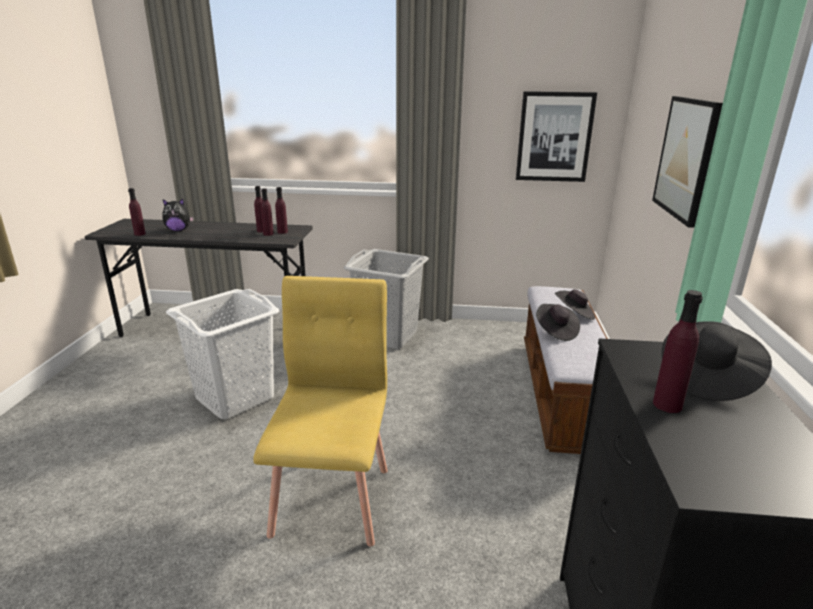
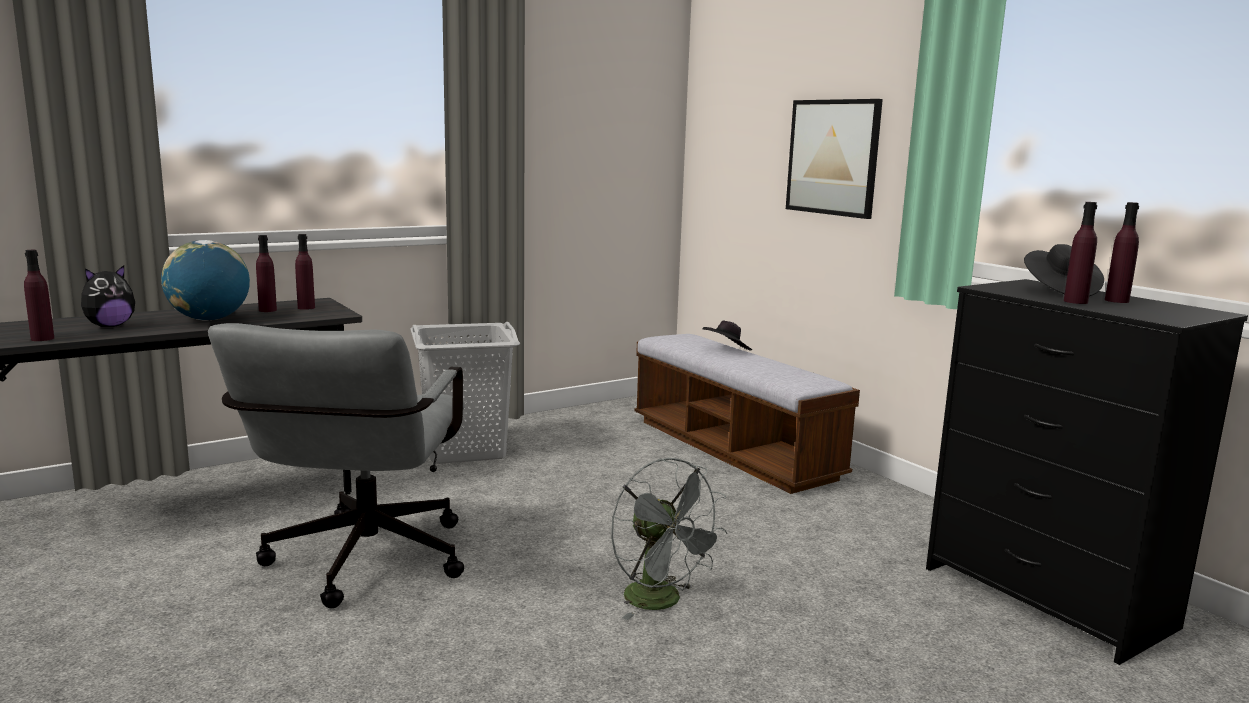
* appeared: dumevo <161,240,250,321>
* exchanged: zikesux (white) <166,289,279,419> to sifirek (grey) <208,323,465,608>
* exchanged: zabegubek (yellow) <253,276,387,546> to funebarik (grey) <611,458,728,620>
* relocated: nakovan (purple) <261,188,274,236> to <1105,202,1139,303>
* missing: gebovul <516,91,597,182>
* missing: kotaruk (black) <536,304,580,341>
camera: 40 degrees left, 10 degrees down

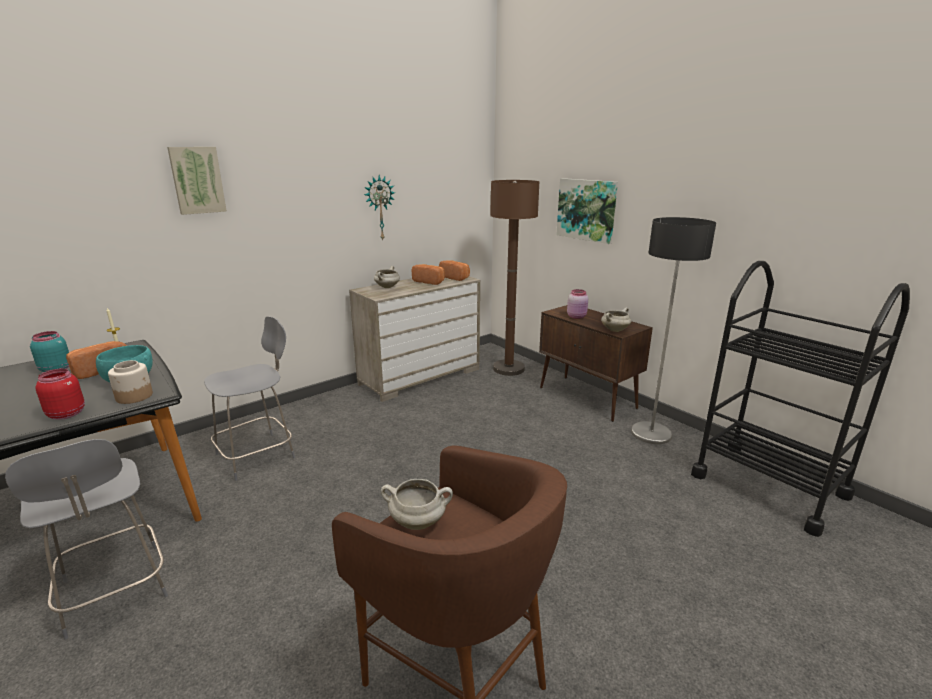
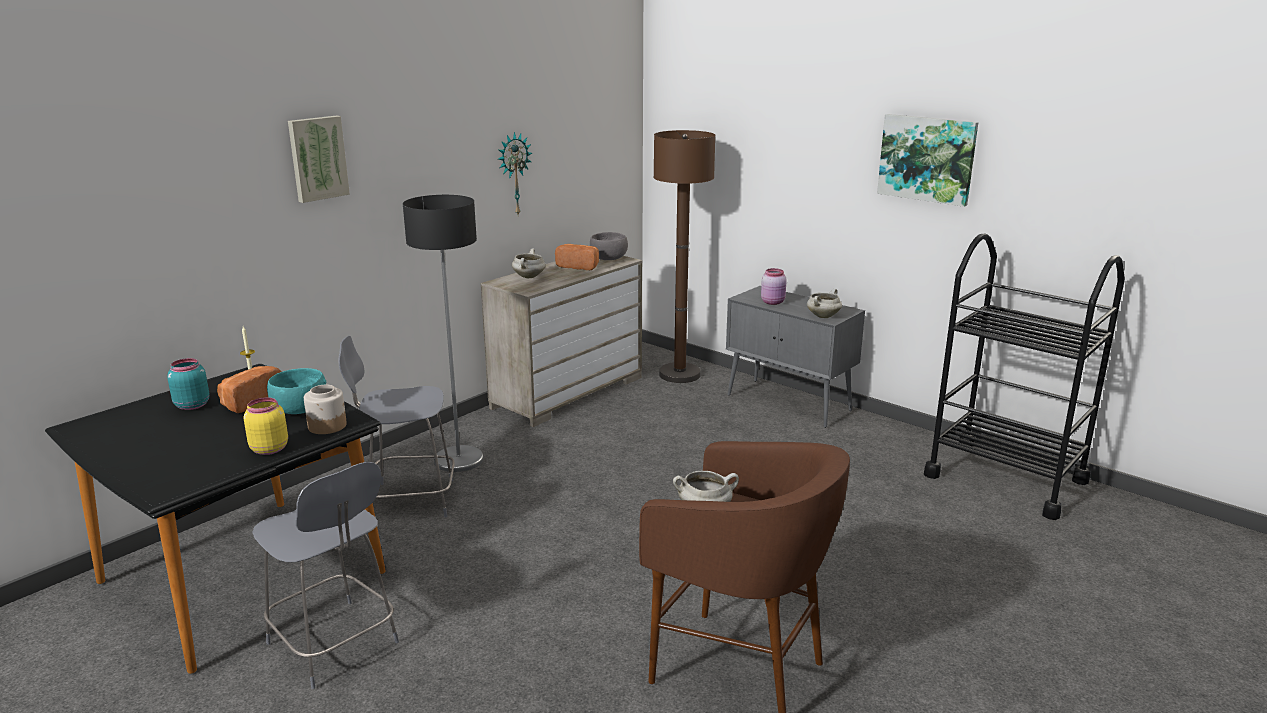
* colour: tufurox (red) <35,369,85,420> to tufurox (yellow) <244,397,288,455>
* spun: zabegubek (grey) <204,316,295,481> = <338,336,455,518> 135 degrees counterclockwise
* relocated: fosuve <631,217,716,444> to <403,195,484,472>
* exchanged: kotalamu <439,261,470,281> to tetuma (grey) <590,232,628,260>
* colour: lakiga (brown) <539,305,653,422> to lakiga (grey) <726,286,865,428>
* relocated: gebovul <556,178,618,244> to <877,114,978,207>
camera: 10 degrees left, 0 degrees up

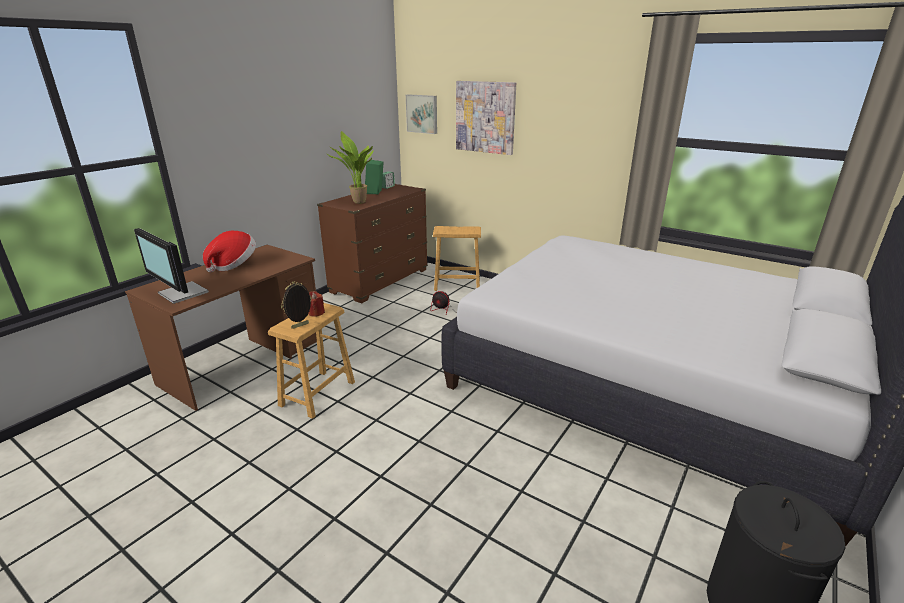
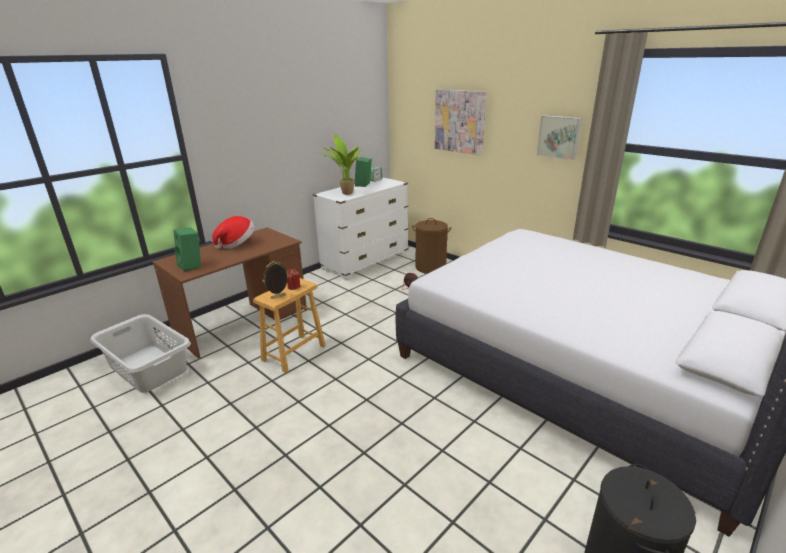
* appeared: zikesux (grey) <91,314,191,393>
* exchanged: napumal <134,228,209,304> to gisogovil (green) <173,228,201,272>
* colour: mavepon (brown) <317,184,428,303> to mavepon (white) <313,177,408,279>
* exchanged: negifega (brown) <433,226,481,291> to zikesux (brown) <412,218,452,274>
* relocated: gebovul <406,94,437,134> to <537,115,582,160>
camera: 10 degrees right, 0 degrees up

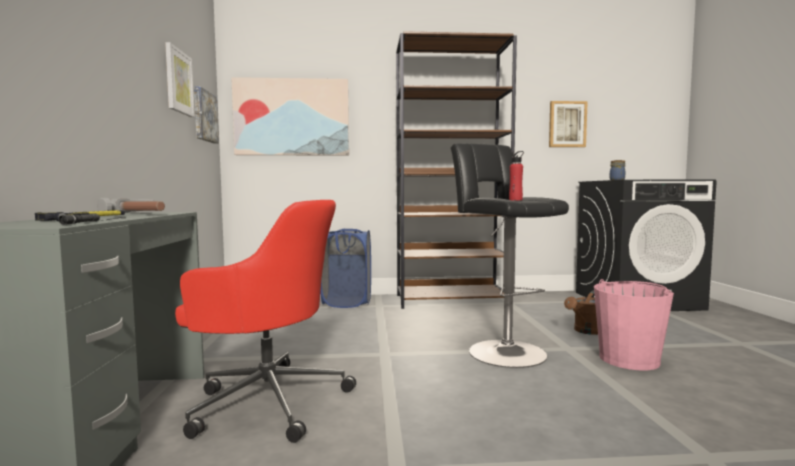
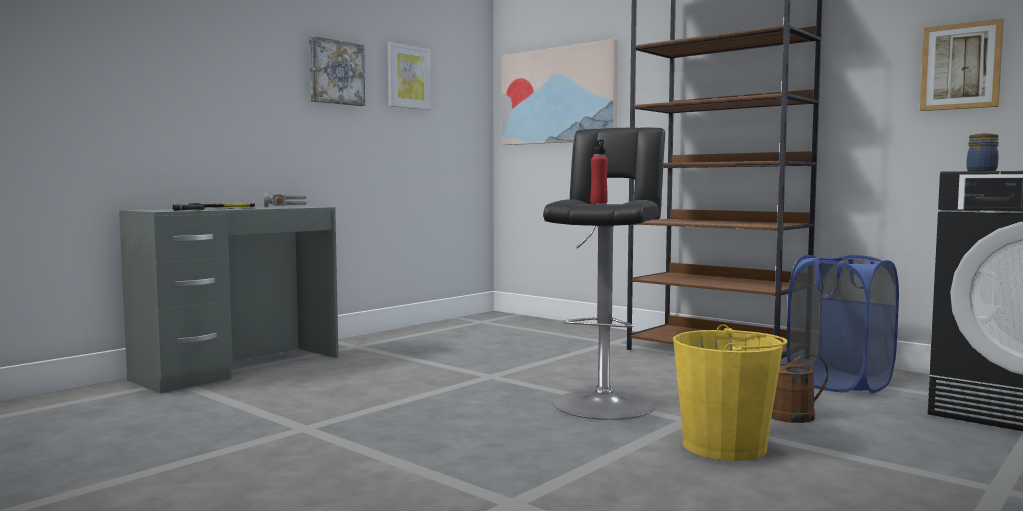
* relocated: gebovul <194,86,219,144> to <309,36,365,106>
* colour: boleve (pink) <594,279,674,370> to boleve (yellow) <673,324,787,461>
* relocated: zikesux (blue) <320,229,371,308> to <786,255,899,393>
* missing: sifirek (red) <175,200,356,443>
camera: 45 degrees right, 0 degrees up

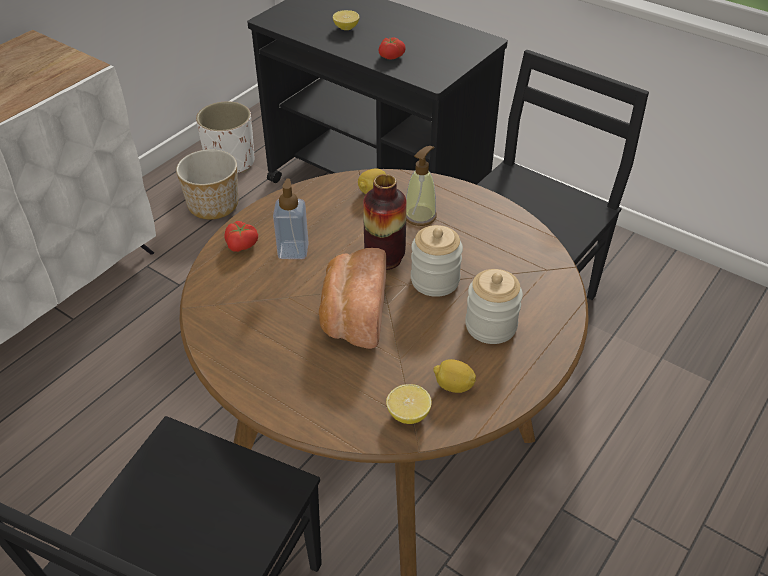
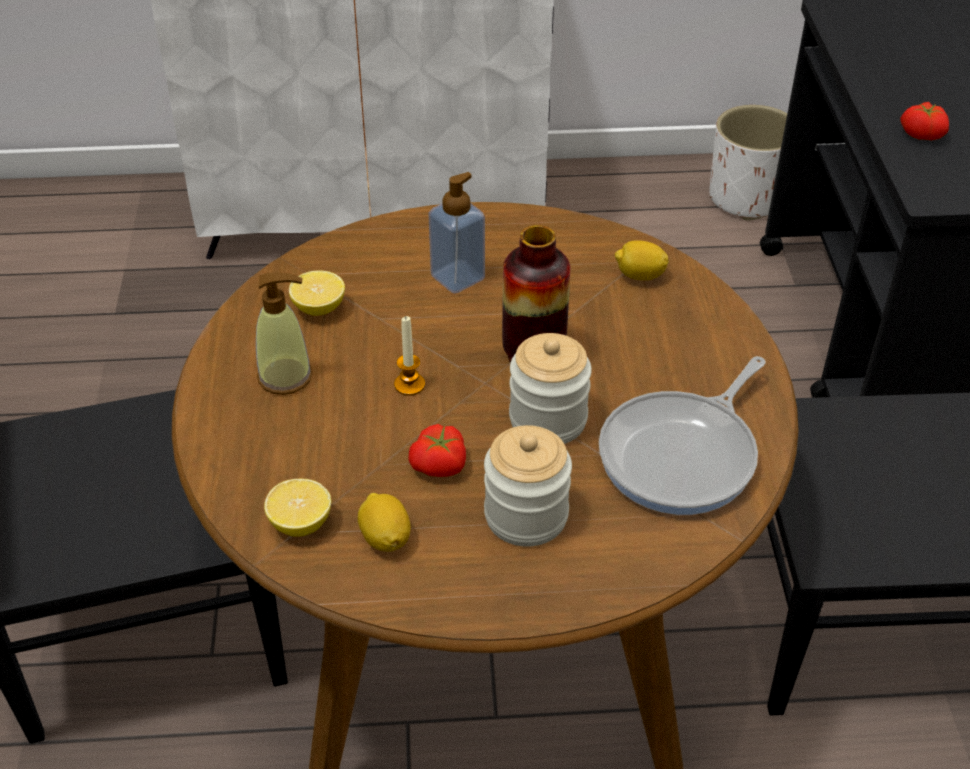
* relocated: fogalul <406,146,437,226> to <256,272,313,395>
* relocated: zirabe <333,10,359,30> to <289,270,345,316>
* exchanged: kotalamu <319,248,386,349> to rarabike <394,316,425,396>
* relocated: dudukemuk <224,221,258,252> to <408,424,466,477>
* appeared: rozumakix <599,356,765,515>
* missing: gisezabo <176,149,238,220>
camera: 50 degrees right, 0 degrees up

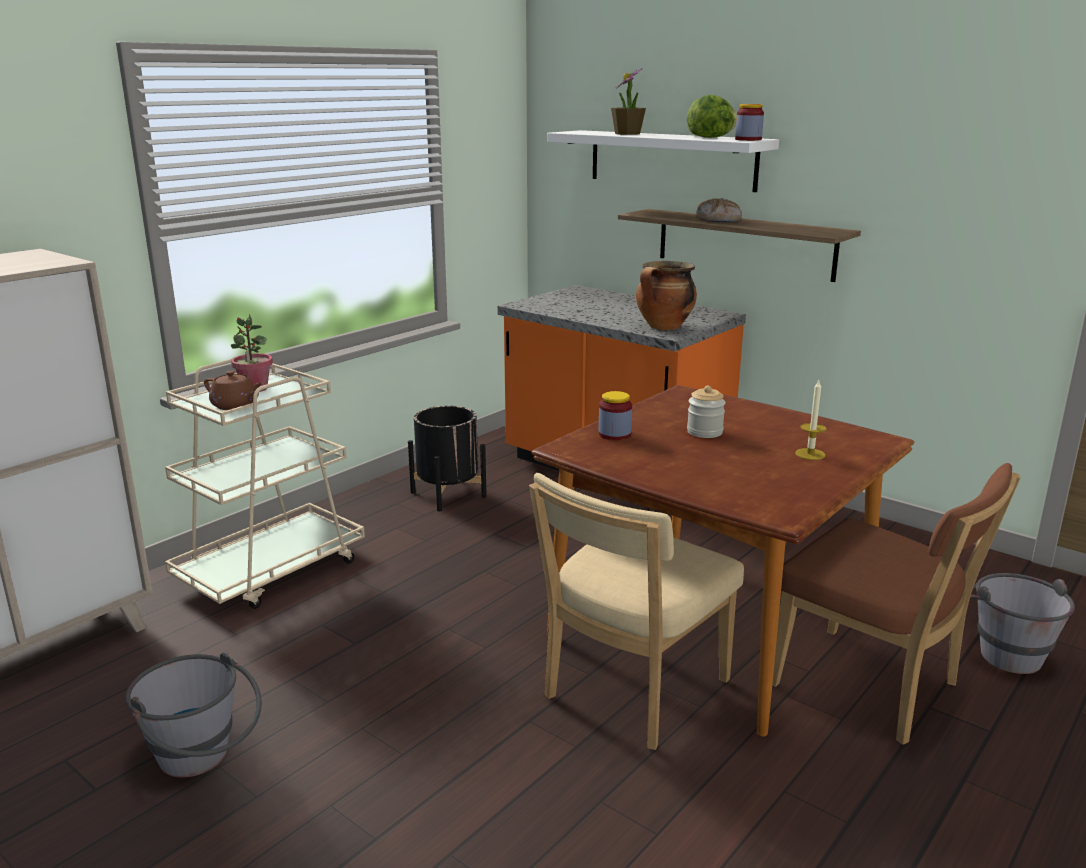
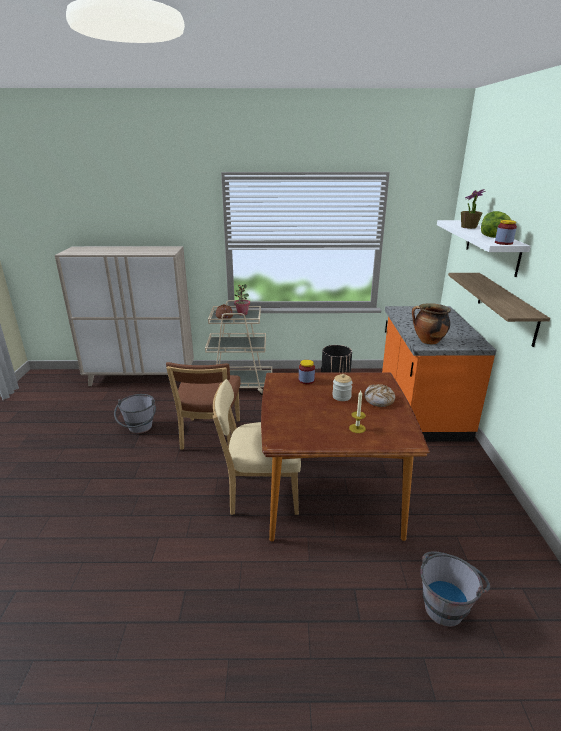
* relocated: zabegubek (brown) <772,463,1020,745> to <166,362,241,450>
* relocated: kotalamu <696,198,742,222> to <364,384,395,407>
camera: 50 degrees right, 5 degrees up

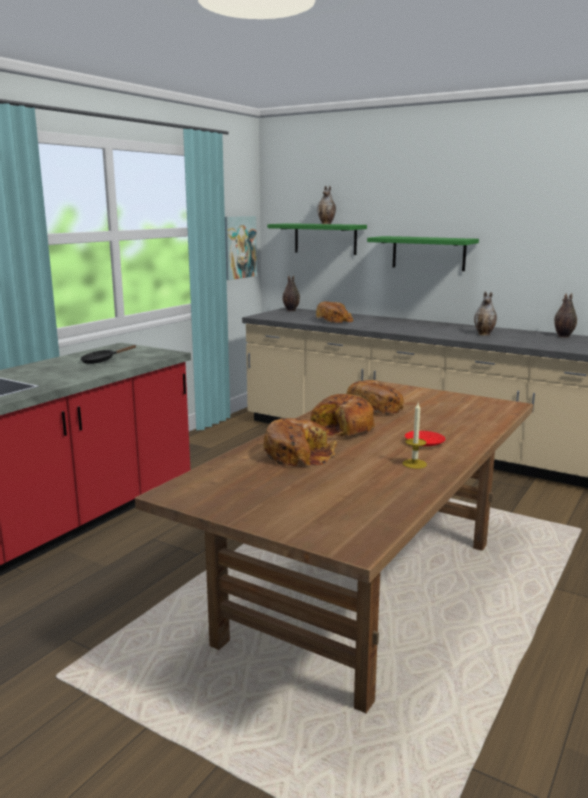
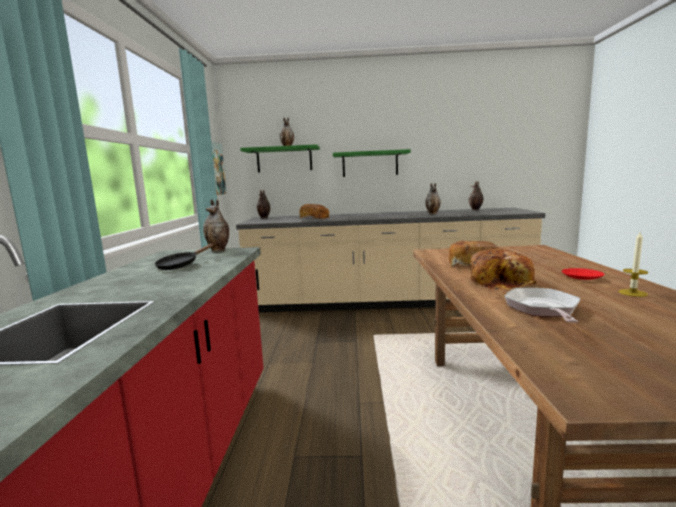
* appeared: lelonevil <203,199,229,251>
* exchanged: kotalamu <263,418,337,466> to rozumakix <504,288,580,323>
camera: 30 degrees left, 5 degrees down

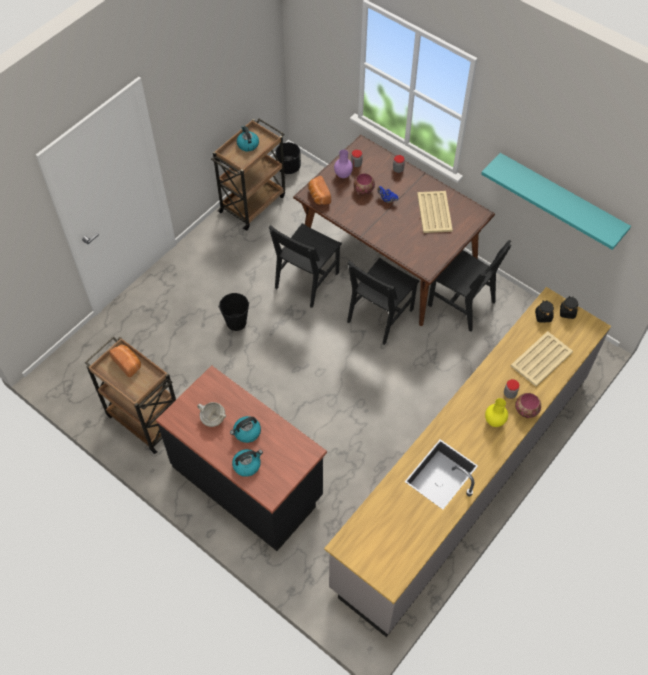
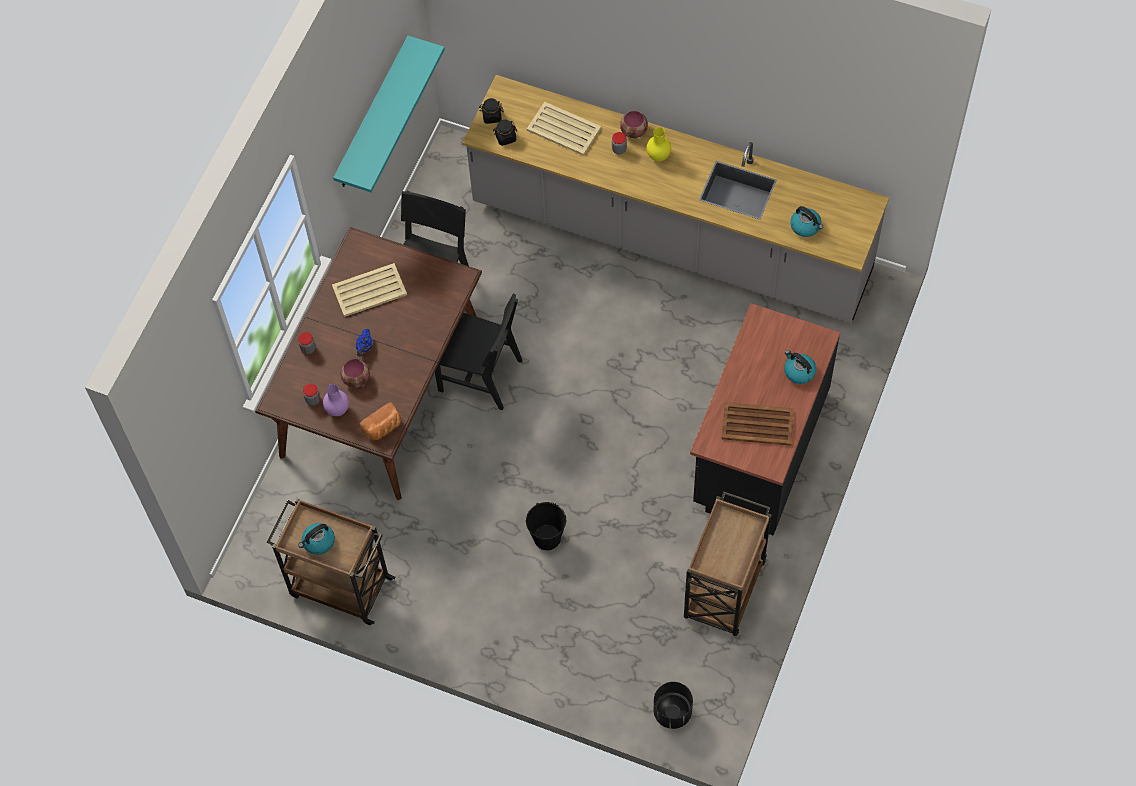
* relocated: gisezabo (black) <276,142,301,174> to <654,682,693,729>
* exchanged: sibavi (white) <197,402,226,427> to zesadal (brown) <722,402,794,446>
* relocated: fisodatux <230,416,261,443> to <790,206,823,237>
* missing: kotalamu <109,345,141,377>
* missing: zabegubek (black) <269,223,342,308>
camera: 105 degrees left, 5 degrees up

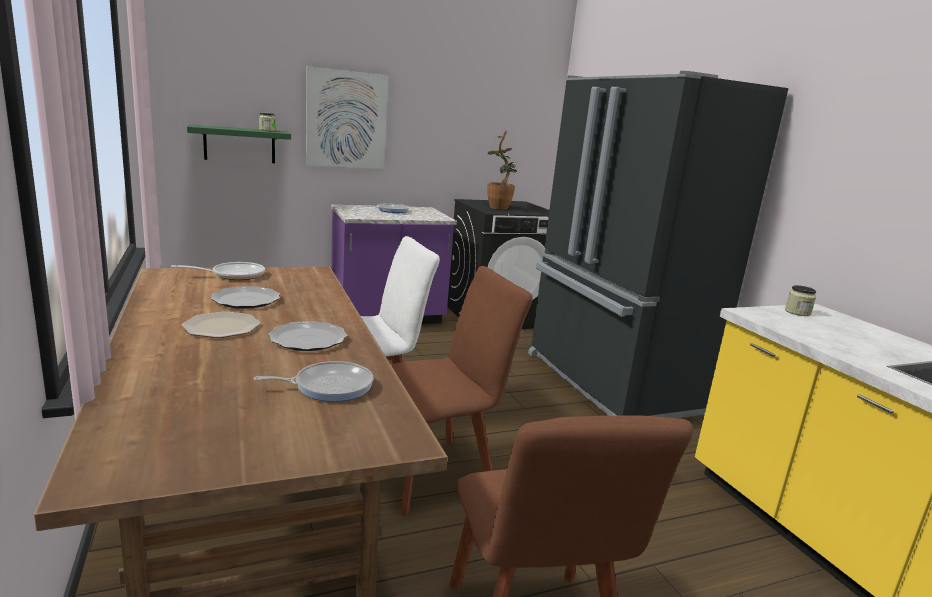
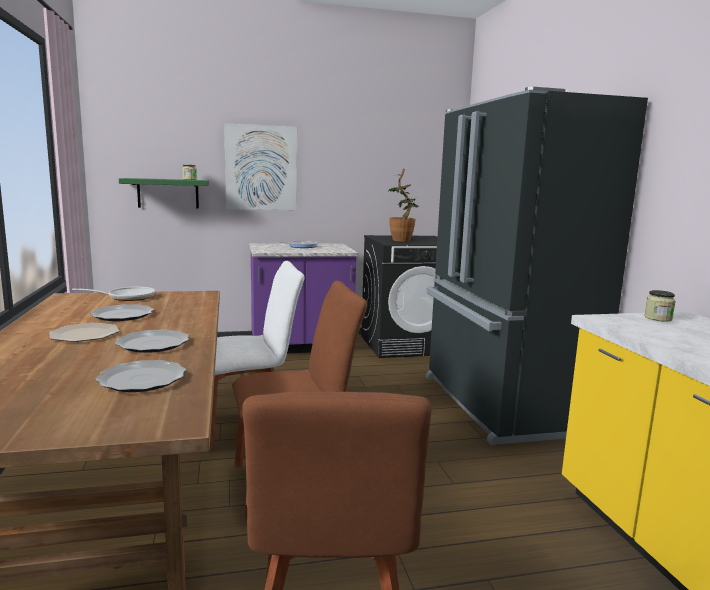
* exchanged: rozumakix <253,361,374,402> to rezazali <95,360,186,392>
camera: 10 degrees right, 5 degrees down

